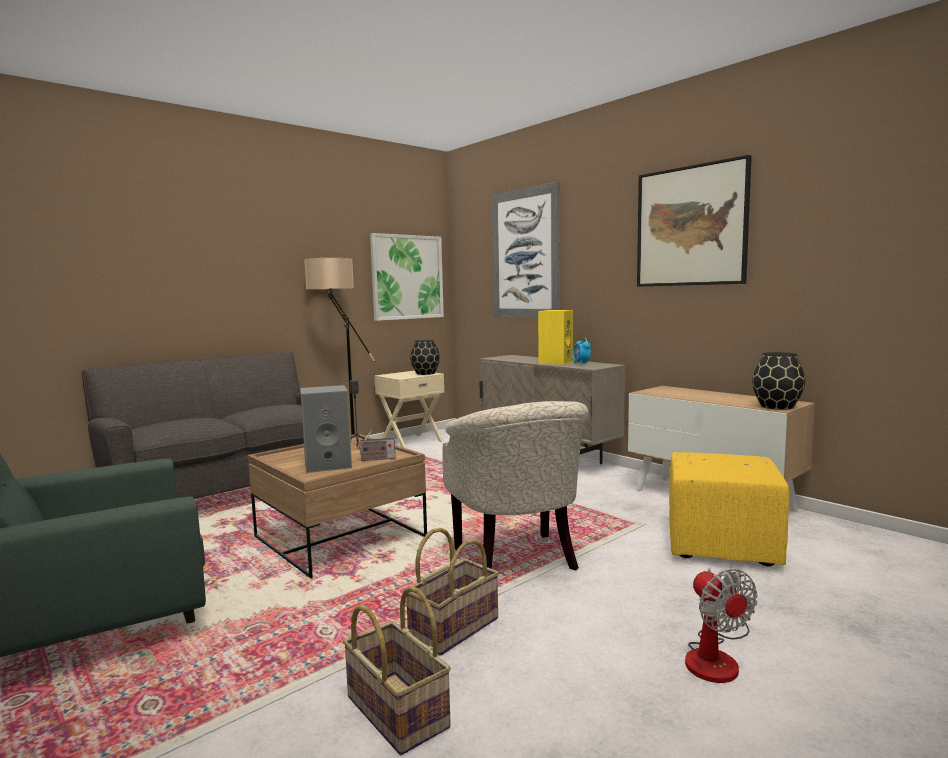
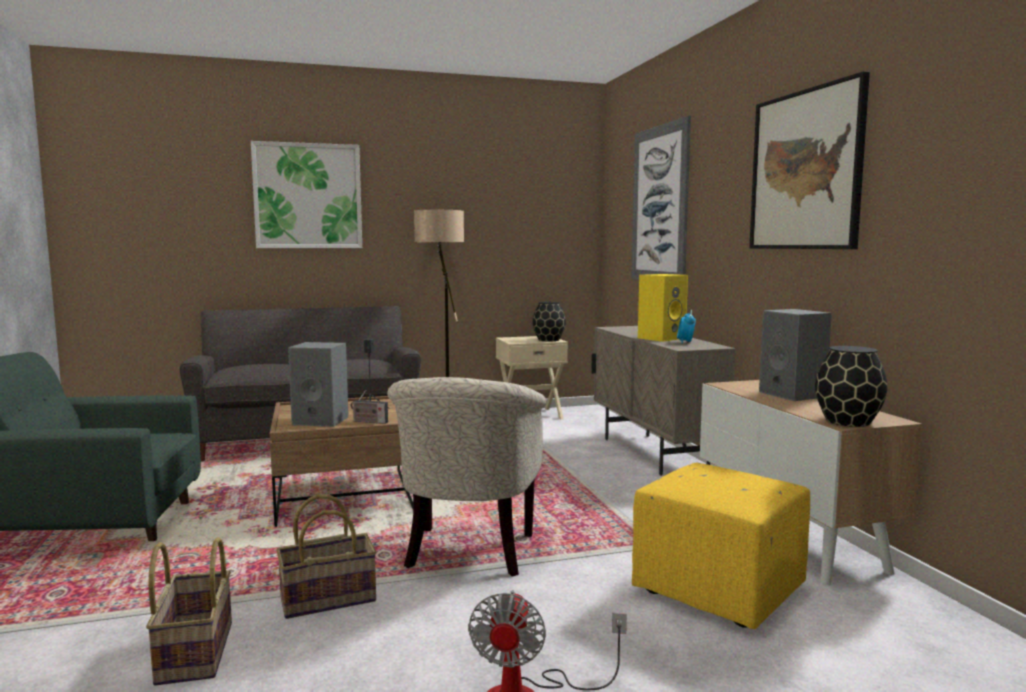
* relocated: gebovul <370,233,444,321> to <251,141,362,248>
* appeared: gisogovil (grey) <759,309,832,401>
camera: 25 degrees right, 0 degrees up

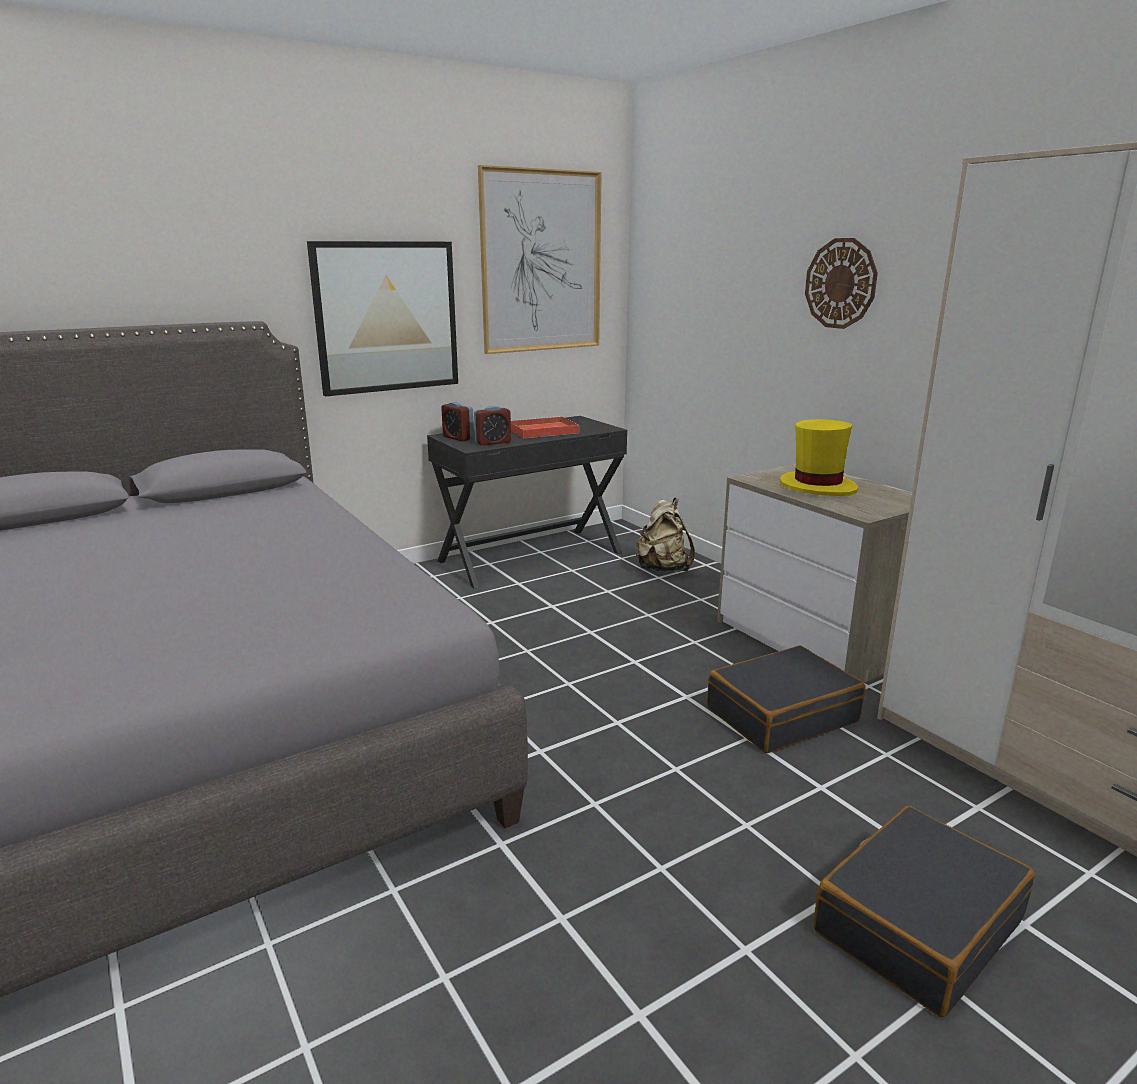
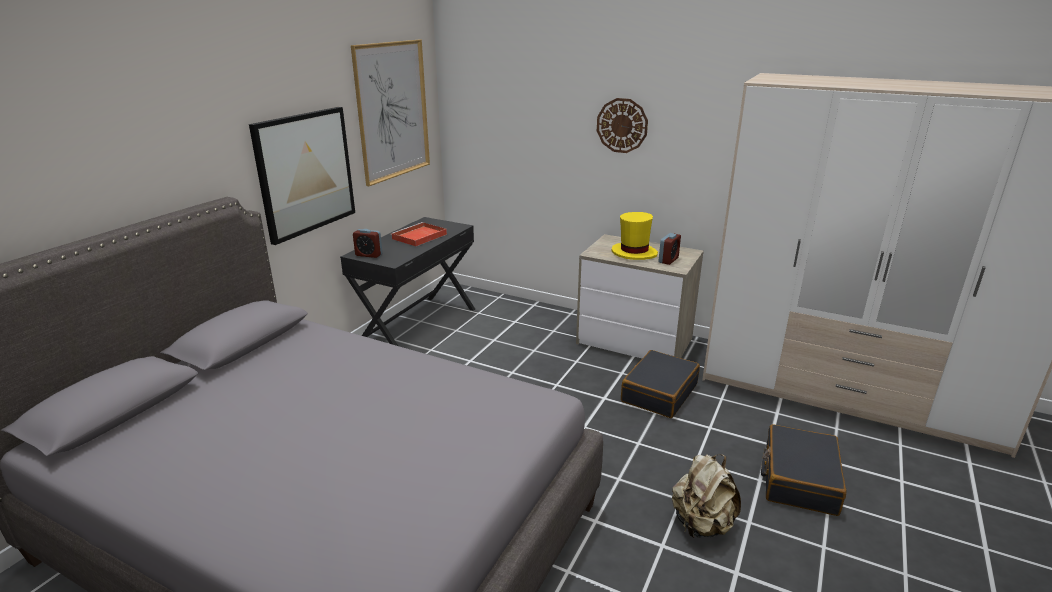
* relocated: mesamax <474,406,511,446> to <659,233,681,265>
* relocated: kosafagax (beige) <635,498,695,572> to <672,454,741,538>
camera: 30 degrees left, 5 degrees up

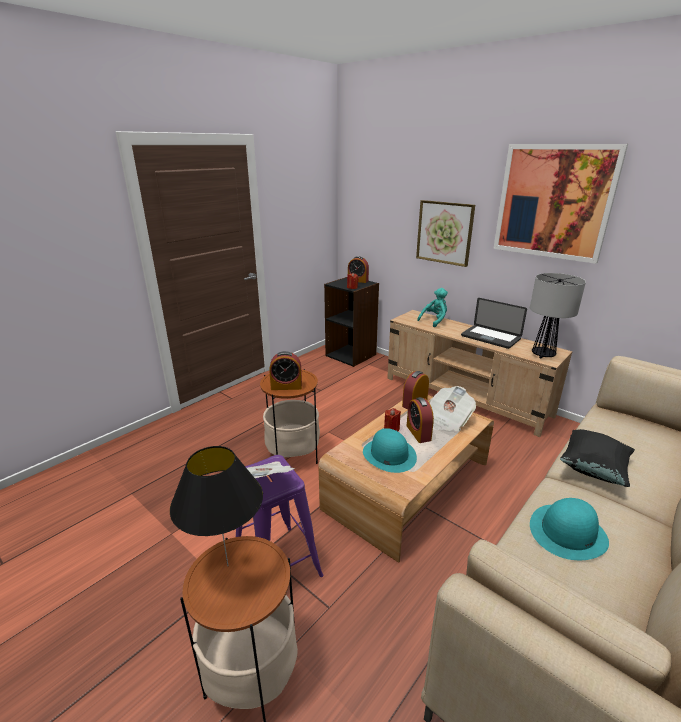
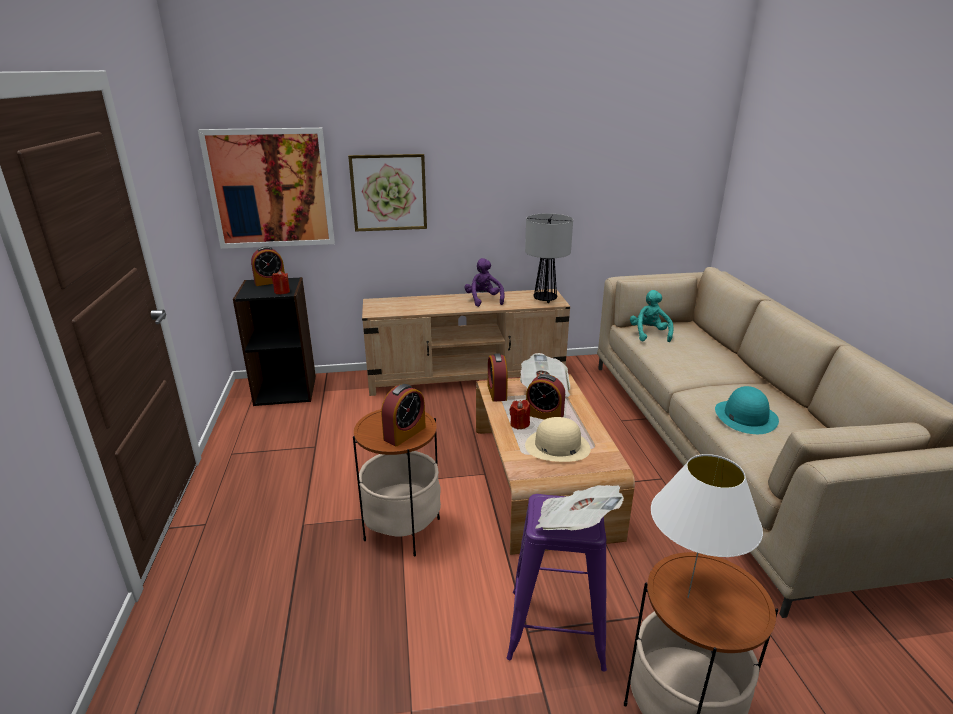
* relocated: gebovul <493,144,628,264> to <198,128,335,249>
* exchanged: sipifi <461,298,527,349> to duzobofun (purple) <464,258,504,307>
* colour: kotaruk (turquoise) <363,428,417,473> to kotaruk (beige) <525,417,591,462>
* relocated: duzobofun (turquoise) <417,288,448,327> to <630,290,674,342>
* colour: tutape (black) <170,446,263,566> to tutape (white) <651,454,763,598>
* missing: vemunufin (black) <560,429,635,487>
camera: 50 degrees left, 0 degrees up

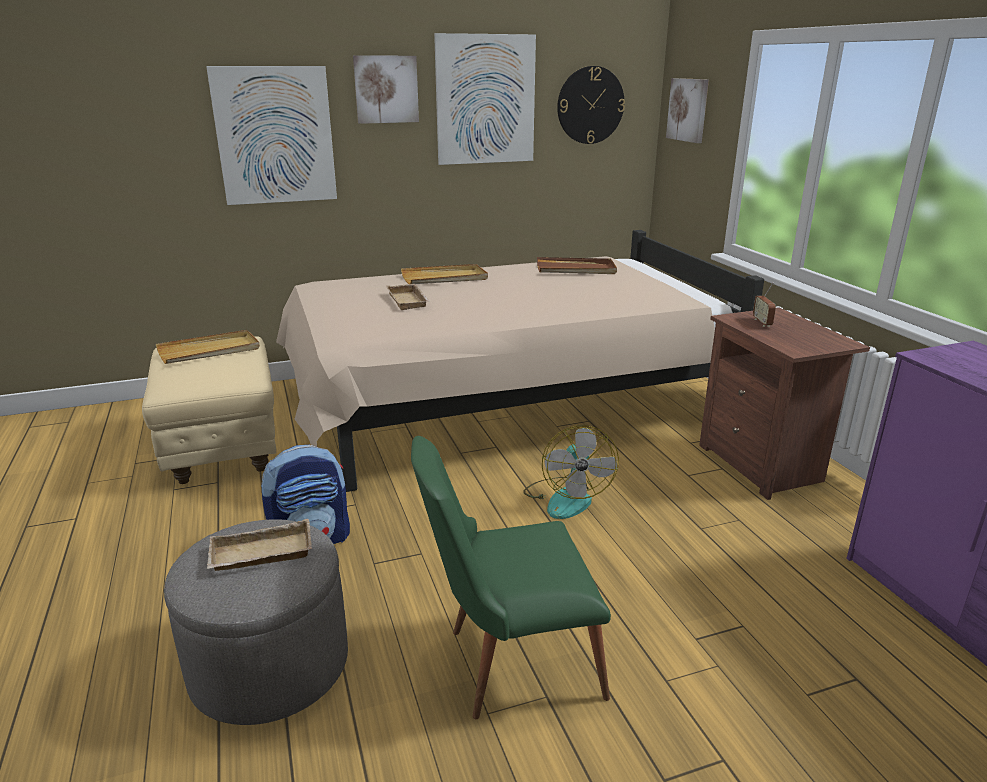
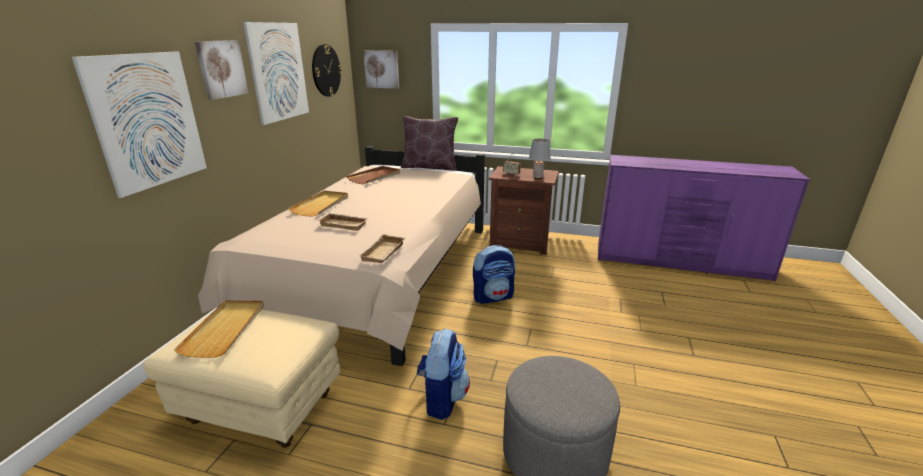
* relocated: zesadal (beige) <207,519,312,571> to <359,234,406,263>
* appeared: vemunufin (brown) <401,116,458,170>
* exchanged: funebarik <523,425,619,519> to kosafagax <473,245,515,304>
* appeared: tutape (grey) <529,139,550,179>
* missing: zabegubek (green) <411,436,611,719>
camera: 55 degrees left, 0 degrees up

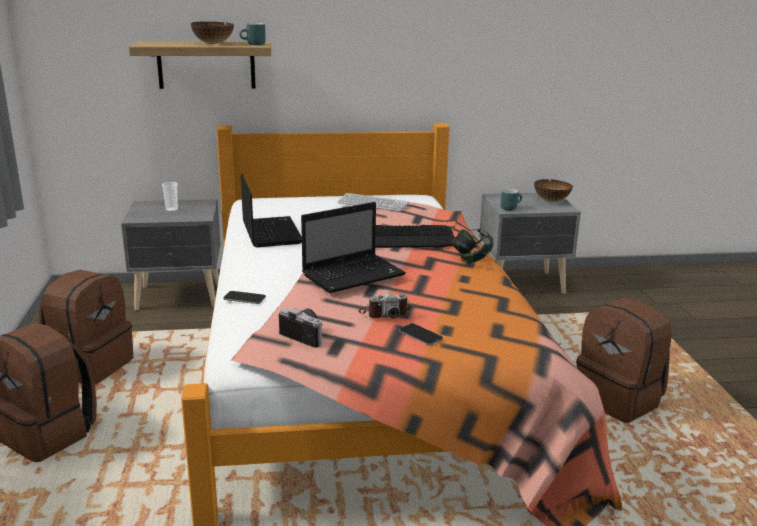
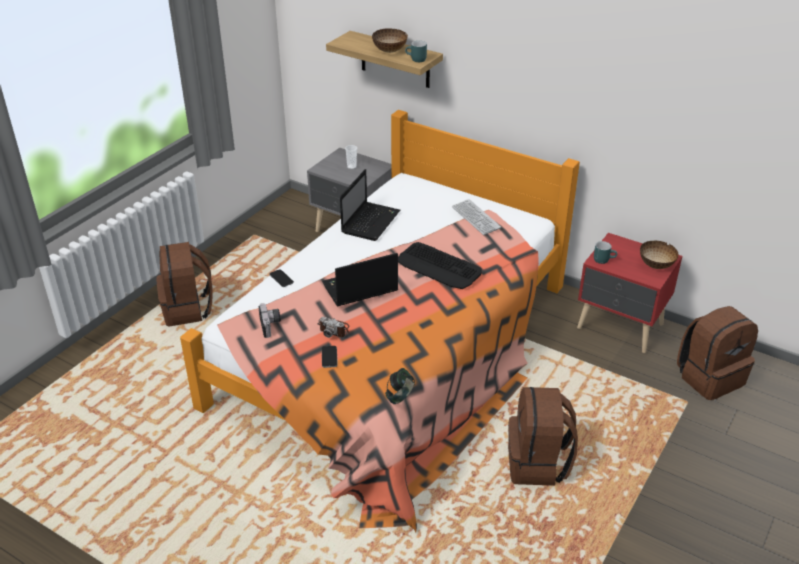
* spun: sipifi <301,202,406,293> = <322,253,398,306> 150 degrees clockwise
* relocated: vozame <451,228,494,263> to <385,368,415,404>
* colour: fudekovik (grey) <479,193,581,294> to fudekovik (red) <577,233,682,353>
* relocated: kosafagax (brown) <39,270,133,385> to <677,306,758,400>
camera: 40 degrees right, 15 degrees up

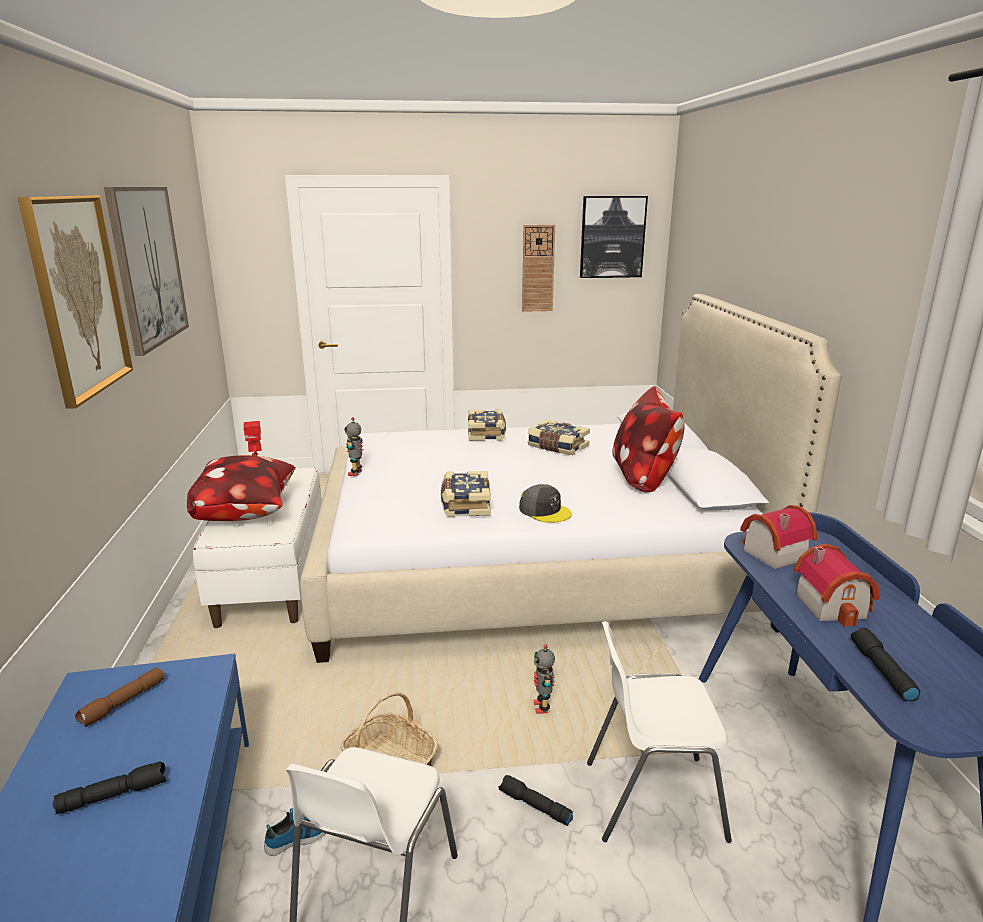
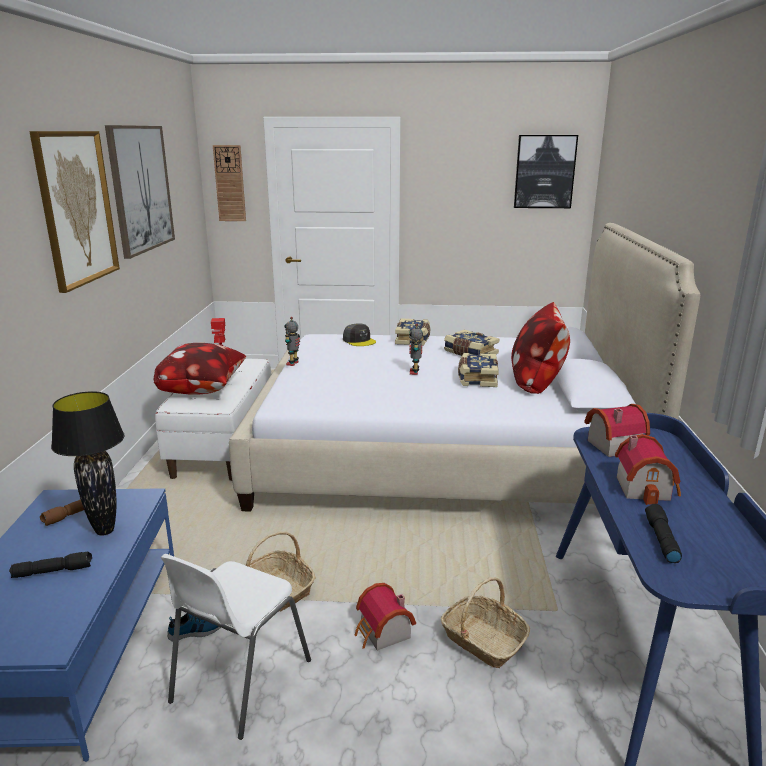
* appeared: tutape (black) <51,391,125,536>
* relocated: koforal <522,225,555,312> to <213,145,246,221>
* relocated: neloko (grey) <519,484,572,523> to <343,323,376,346>
* exchanged: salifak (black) <498,775,573,826> to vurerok <355,583,416,651>
* relocated: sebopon <534,644,555,714> to <409,324,423,375>
* exchanged: zabegubek (white) <587,621,732,843> to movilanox <441,577,530,668>
* relocated: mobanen <441,471,491,517> to <458,353,499,387>
camera: 10 degrees right, 0 degrees up

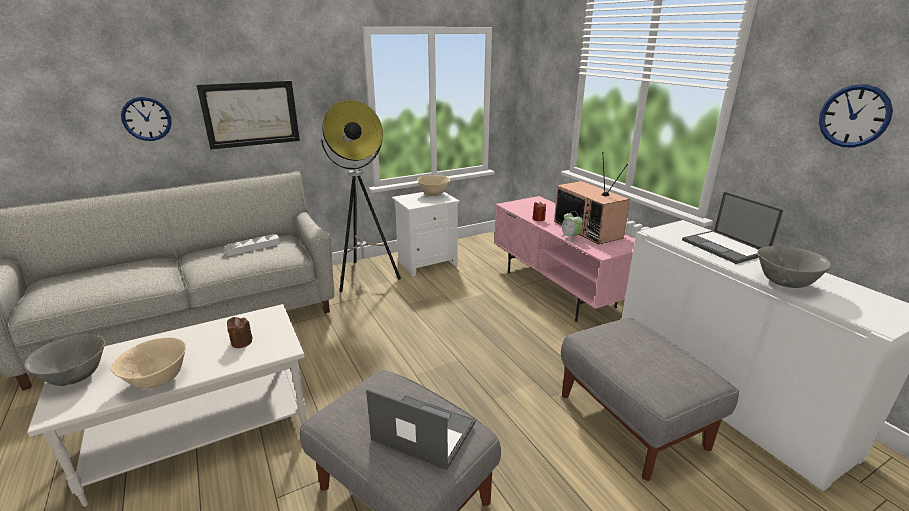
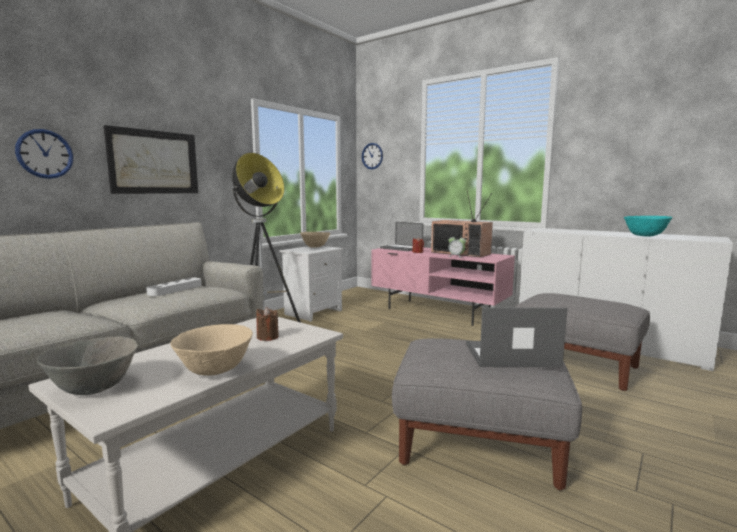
* relocated: koforal <819,84,893,148> to <362,143,383,170>
* relocated: sipifi <682,192,783,264> to <380,222,423,251>
* colour: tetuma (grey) <757,246,831,288> to tetuma (turquoise) <624,216,673,237>
camera: 25 degrees left, 15 degrees down

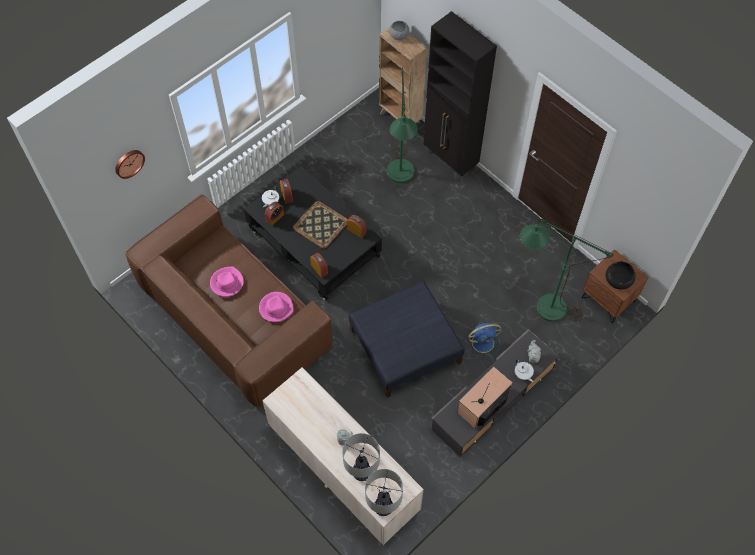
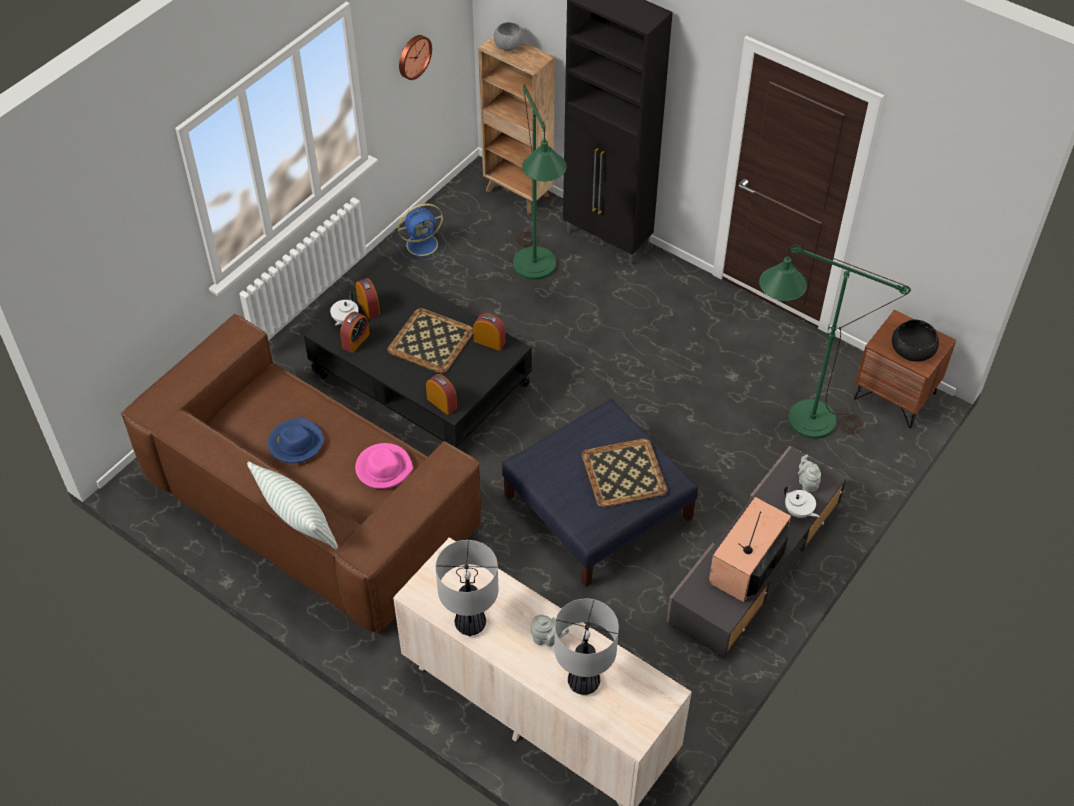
* appeared: vemunufin <247,462,338,549>
* colour: kotaruk (pink) <210,266,244,297> to kotaruk (blue) <268,417,323,463>
* relocated: funebarik (blue) <465,322,502,357> to <396,203,446,261>
* relocated: koforal <115,150,145,179> to <399,35,432,80>
* relocated: tutape <365,469,403,516> to <436,540,499,636>
* appeared: zesadal <582,439,668,507>
camera: 10 degrees left, 10 degrees down

